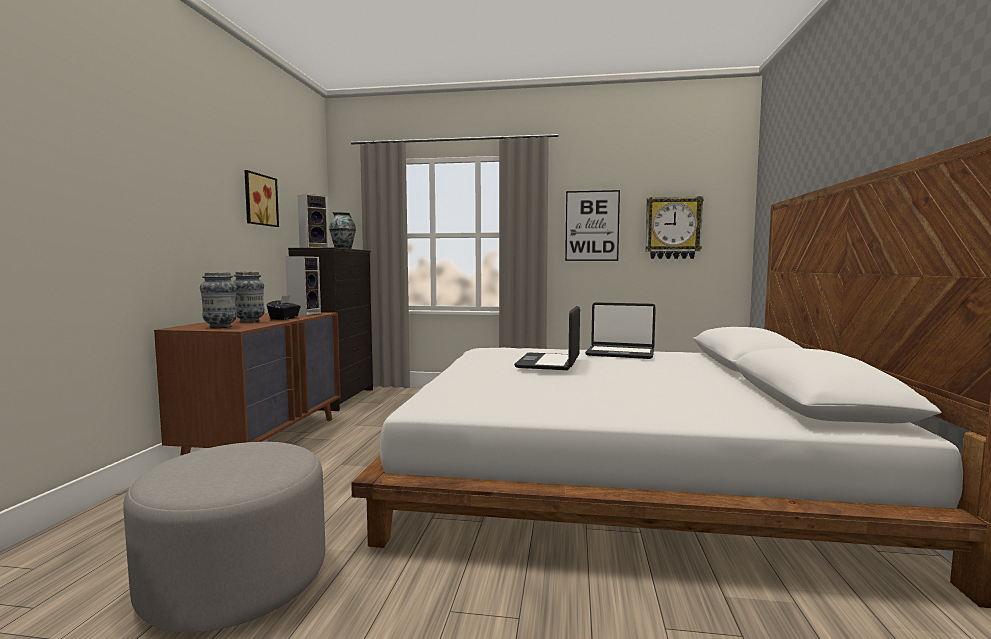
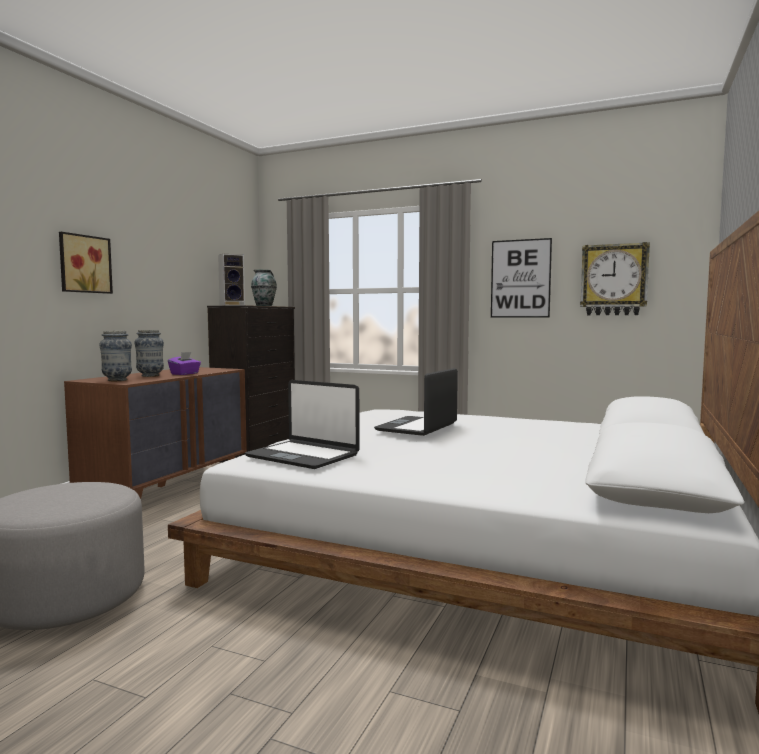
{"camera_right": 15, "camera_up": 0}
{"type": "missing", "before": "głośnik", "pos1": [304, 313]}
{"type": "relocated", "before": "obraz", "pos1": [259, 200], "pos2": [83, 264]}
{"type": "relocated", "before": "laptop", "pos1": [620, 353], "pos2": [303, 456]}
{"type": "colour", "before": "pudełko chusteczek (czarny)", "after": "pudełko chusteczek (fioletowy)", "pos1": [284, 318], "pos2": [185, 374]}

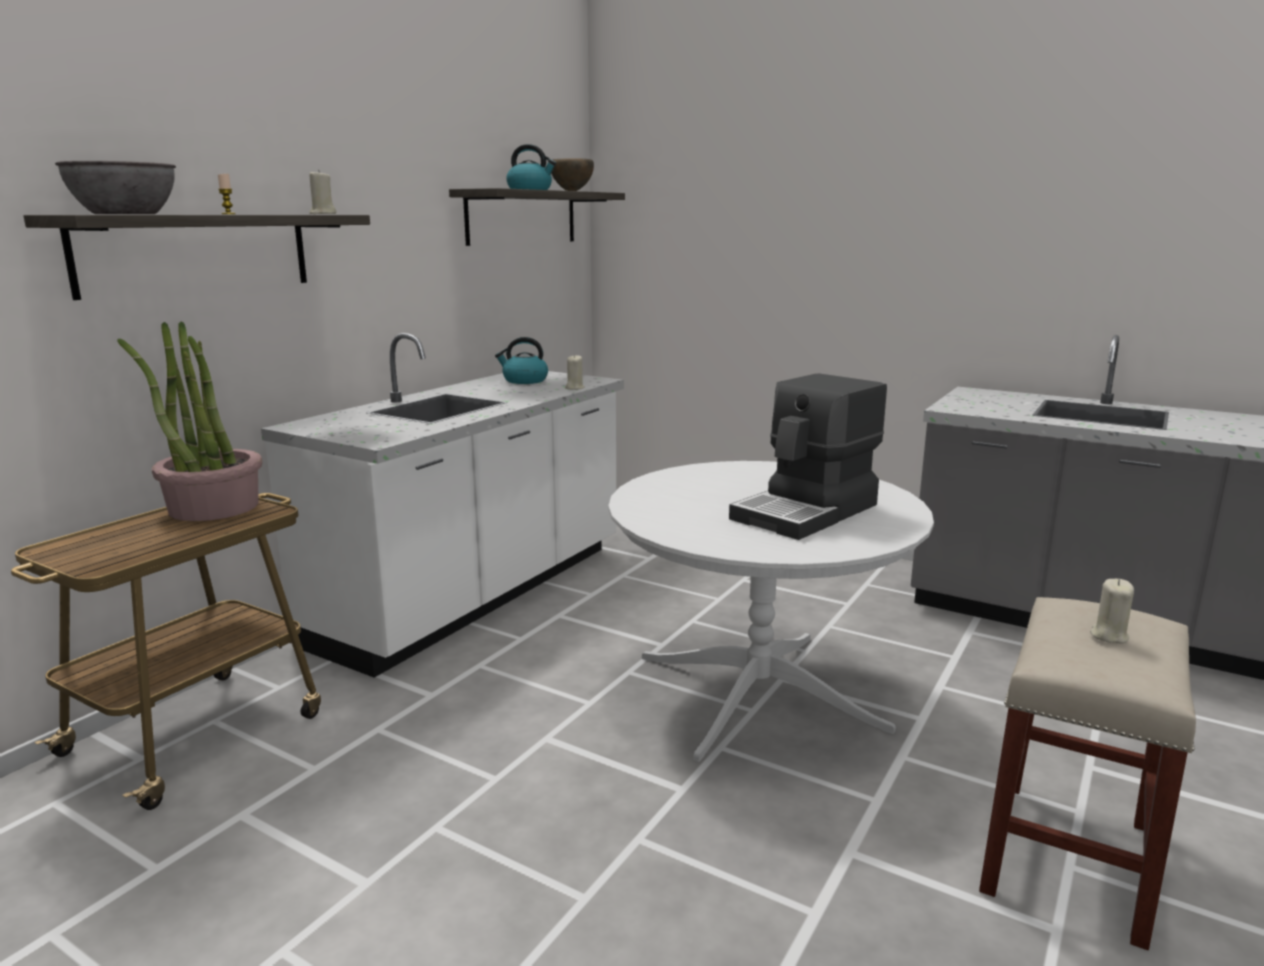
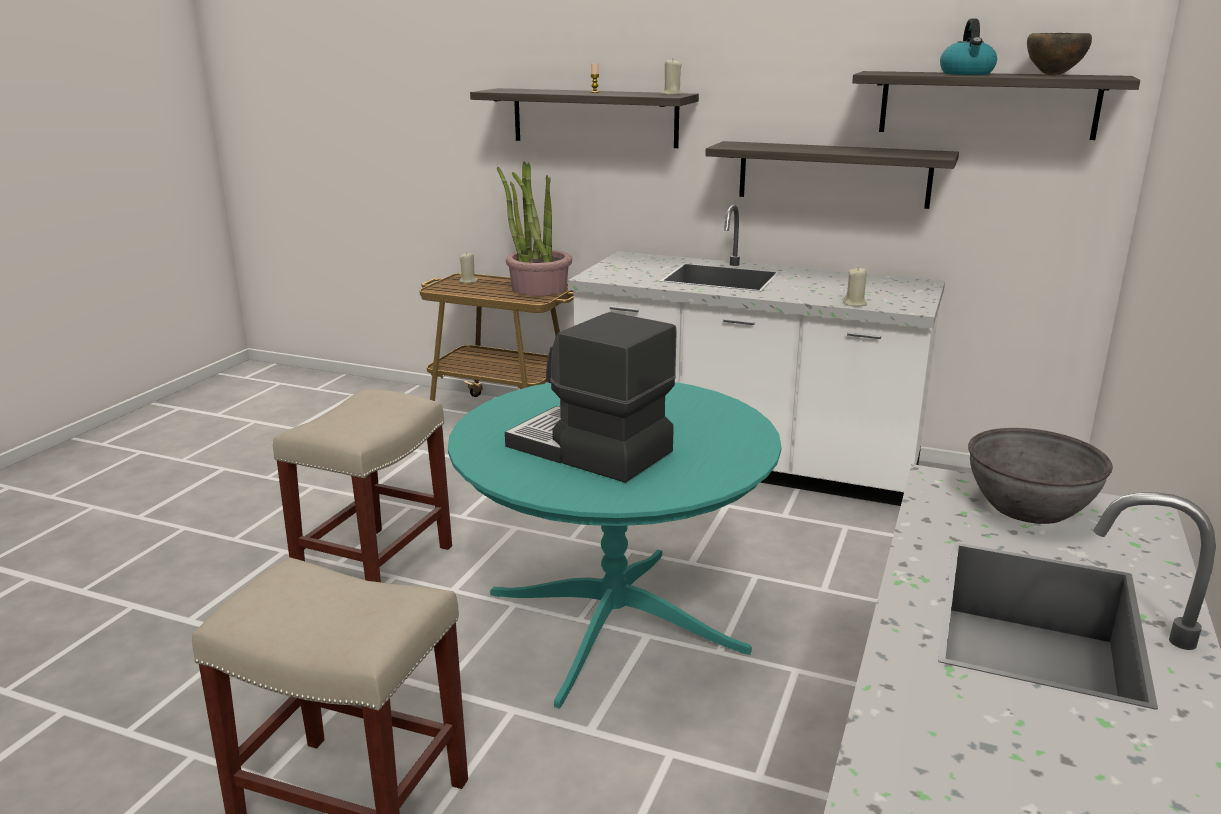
{"camera_right": 80, "camera_up": 5}
{"type": "missing", "before": "czajnik", "pos1": [524, 380]}
{"type": "appeared", "after": "stołek (beżowy)", "pos2": [377, 566]}
{"type": "appeared", "after": "półka", "pos2": [833, 174]}
{"type": "relocated", "before": "miska (szary)", "pos1": [125, 214], "pos2": [1028, 507]}
{"type": "relocated", "before": "świeca (beżowy)", "pos1": [1108, 635], "pos2": [468, 281]}
{"type": "colour", "before": "stół jadalny (biały)", "after": "stół jadalny (turkusowy)", "pos1": [757, 692], "pos2": [614, 621]}

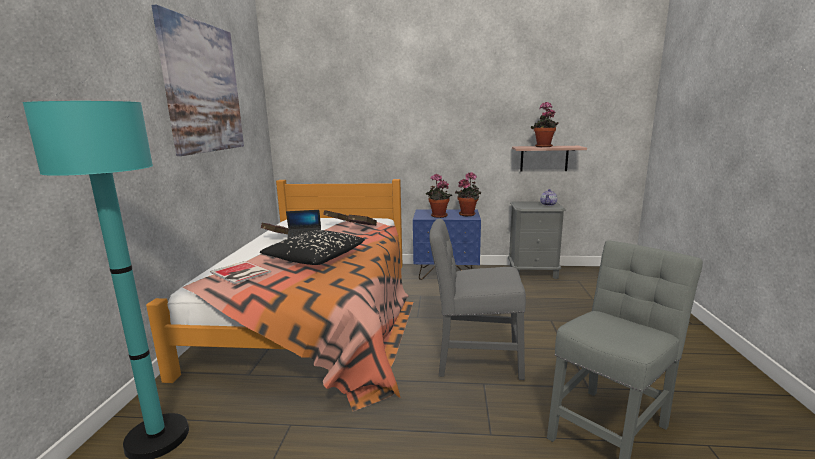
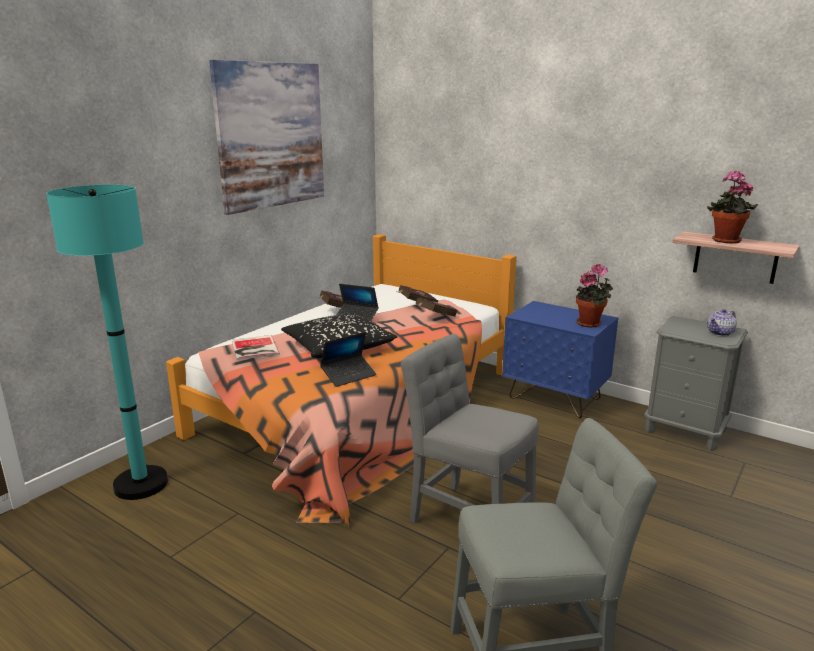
{"camera_right": 30, "camera_up": 5}
{"type": "missing", "before": "roślina doniczkowa", "pos1": [437, 216]}
{"type": "appeared", "after": "laptop", "pos2": [349, 375]}

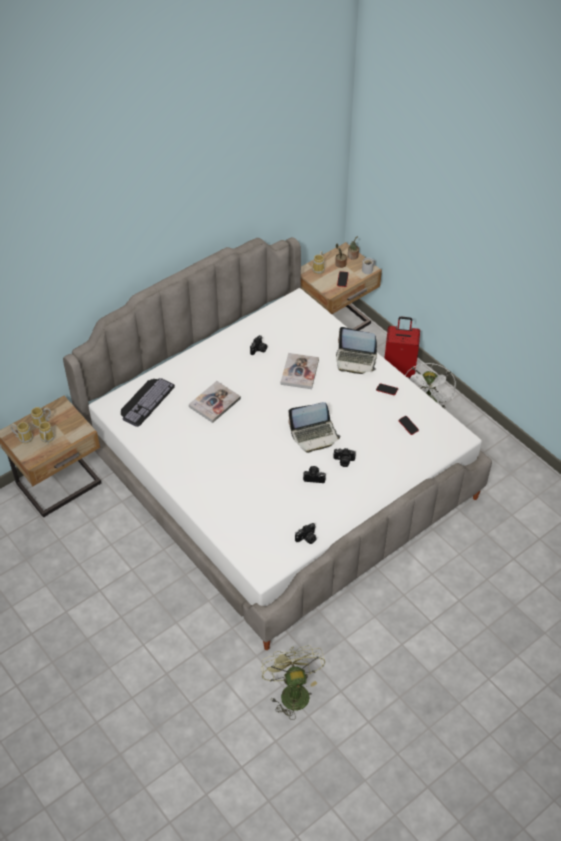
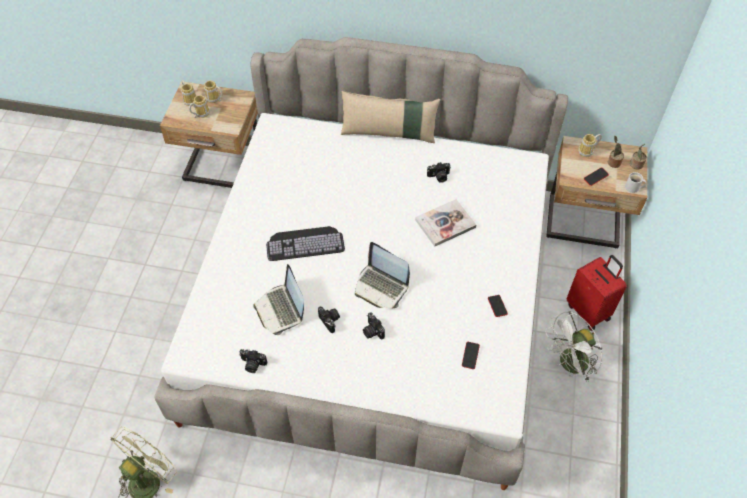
{"camera_right": 50, "camera_up": 5}
{"type": "missing", "before": "książka", "pos1": [214, 403]}
{"type": "appeared", "after": "poduszka (beżowy)", "pos2": [389, 133]}
{"type": "relocated", "before": "klawiatura", "pos1": [145, 400], "pos2": [305, 242]}
{"type": "relocated", "before": "laptop", "pos1": [356, 360], "pos2": [281, 310]}

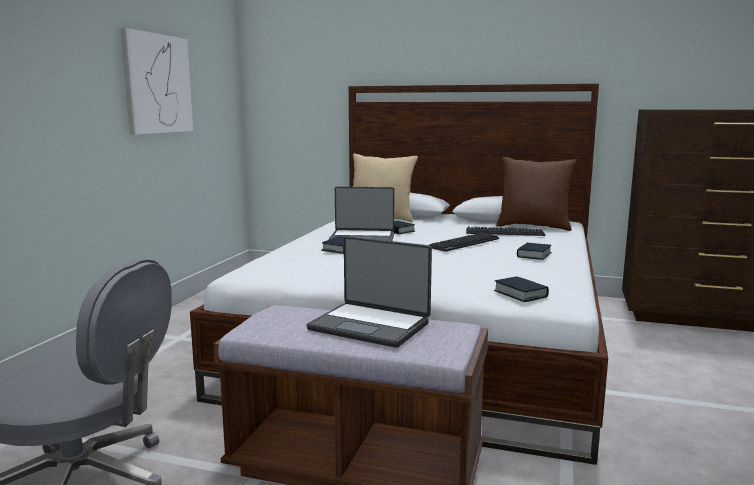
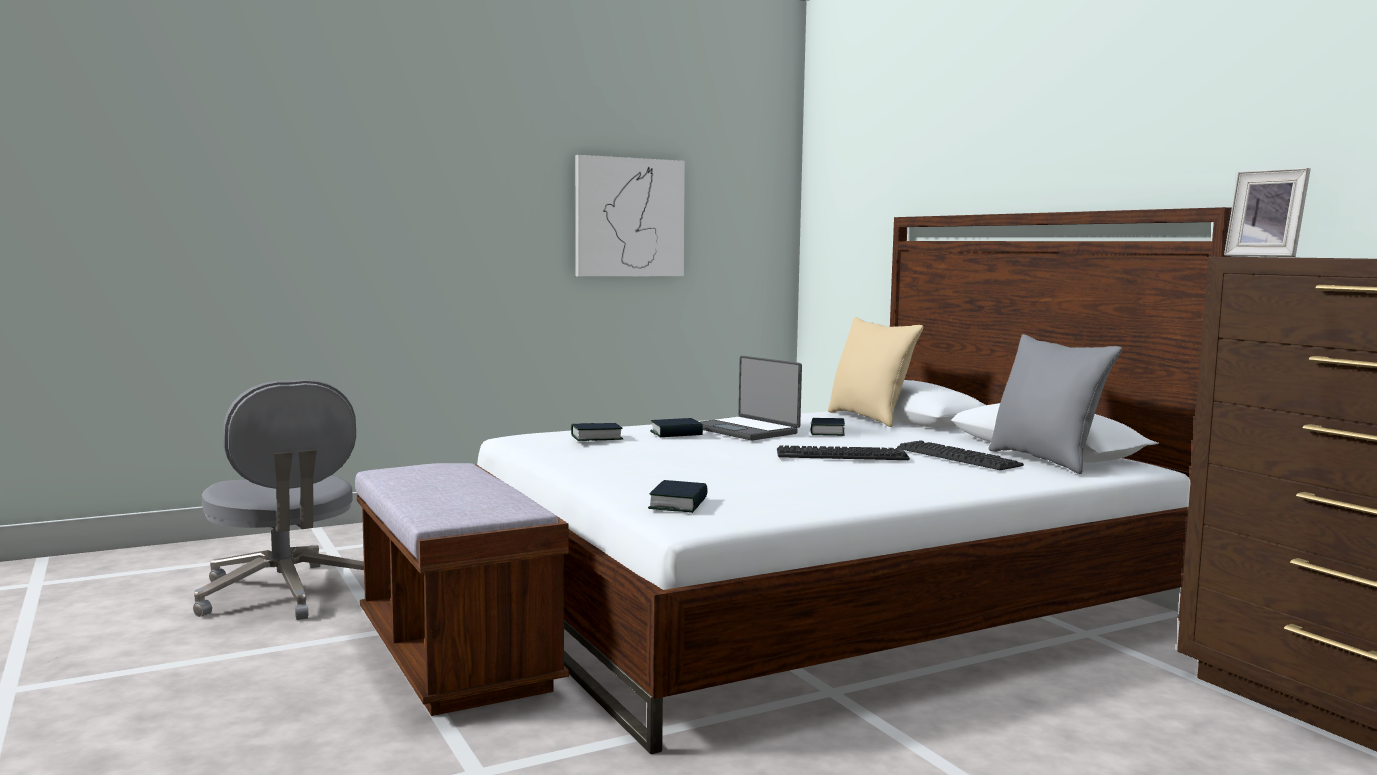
{"camera_right": 45, "camera_up": -5}
{"type": "missing", "before": "laptop", "pos1": [370, 325]}
{"type": "appeared", "after": "ramka na zdjęcie", "pos2": [1266, 256]}
{"type": "relocated", "before": "książka", "pos1": [533, 255], "pos2": [596, 437]}
{"type": "colour", "before": "poduszka (brązowy)", "after": "poduszka (szary)", "pos1": [533, 227], "pos2": [1046, 460]}

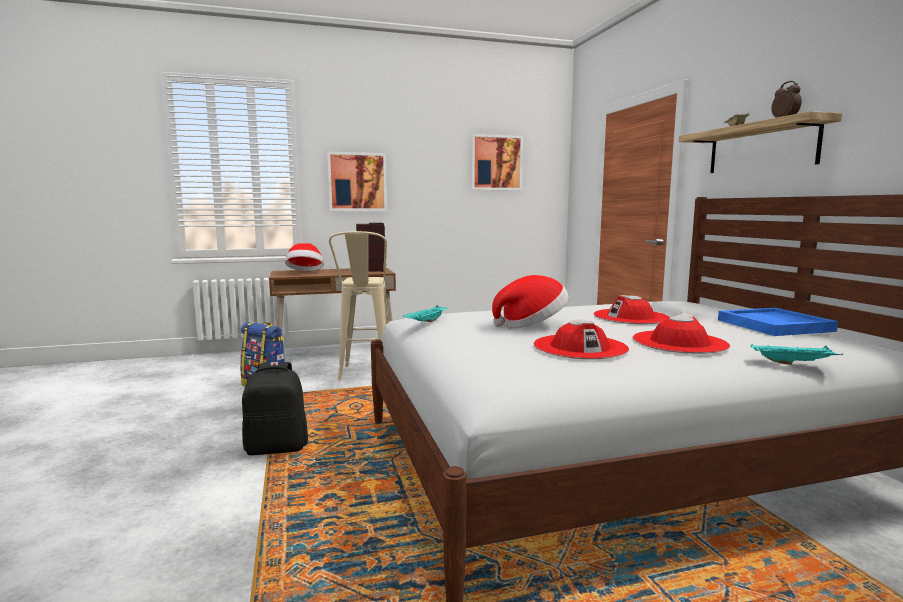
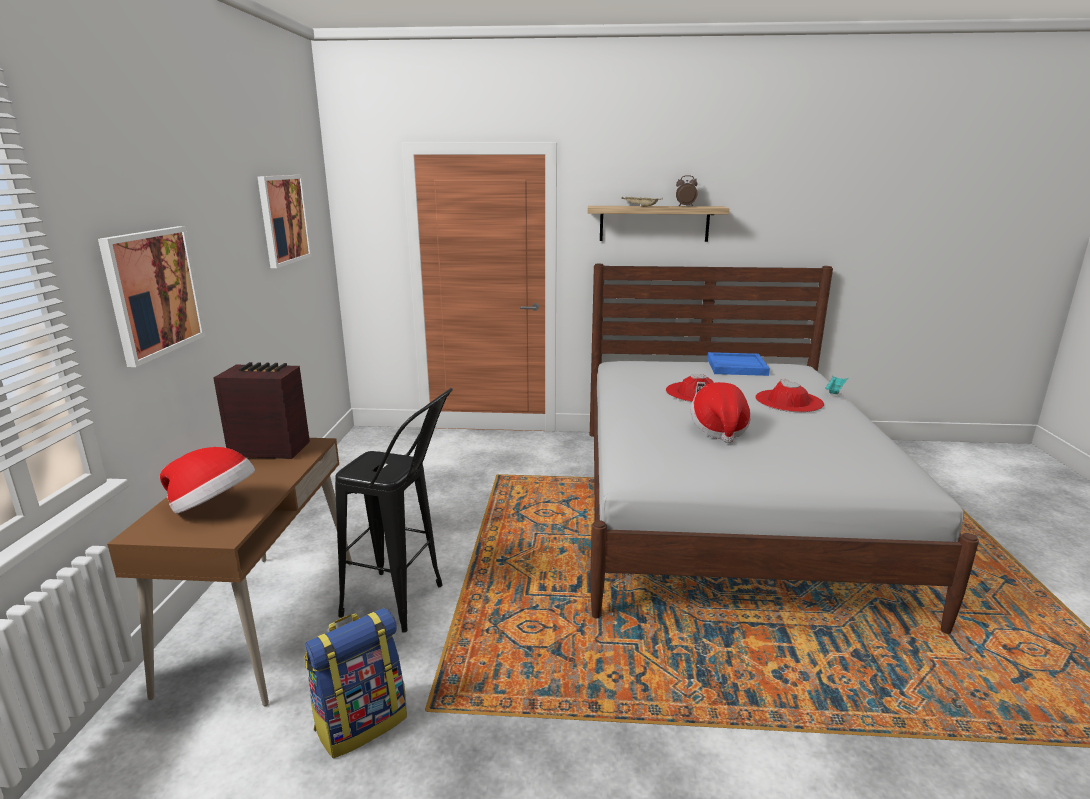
{"camera_right": -70, "camera_up": 10}
{"type": "missing", "before": "plecak (czarny)", "pos1": [277, 448]}
{"type": "missing", "before": "taca (turkusowy)", "pos1": [426, 322]}
{"type": "missing", "before": "kapelusz (czerwony)", "pos1": [580, 347]}
{"type": "colour", "before": "stołek (beżowy)", "after": "stołek (czarny)", "pos1": [365, 376], "pos2": [406, 604]}

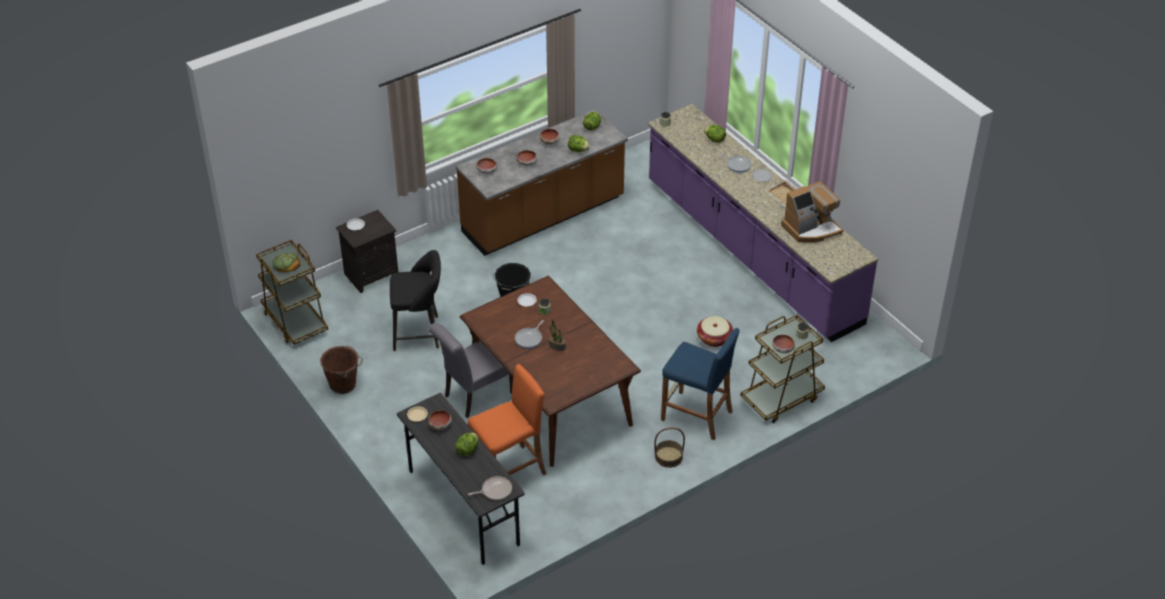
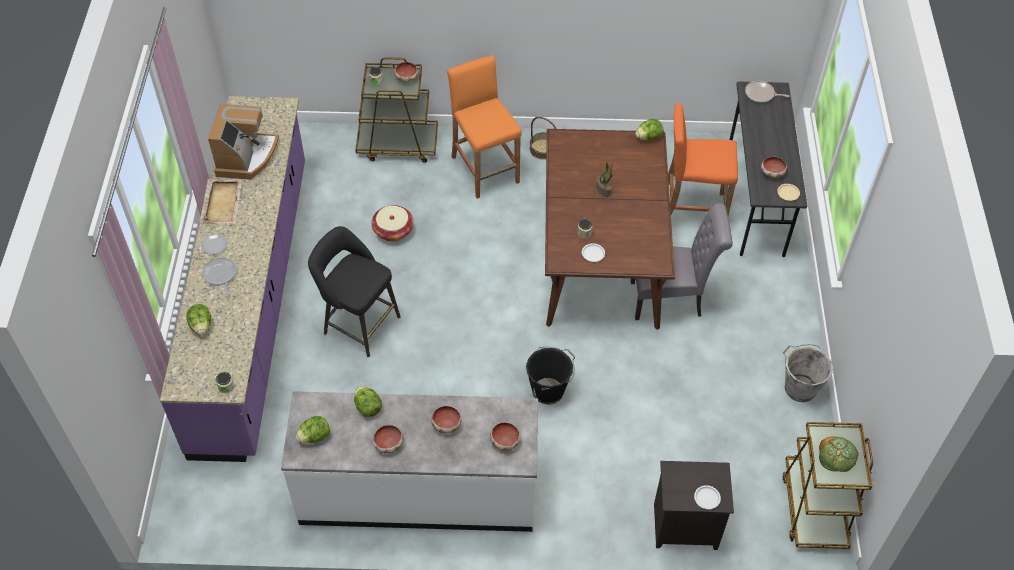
{"camera_right": -145, "camera_up": 10}
{"type": "missing", "before": "patelnia", "pos1": [529, 338]}
{"type": "relocated", "before": "stołek (czarny)", "pos1": [419, 333], "pos2": [358, 323]}
{"type": "relocated", "before": "sałata", "pos1": [467, 450], "pos2": [648, 137]}
{"type": "colour", "before": "wiadro (brązowy)", "after": "wiadro (szary)", "pos1": [344, 384], "pos2": [799, 388]}
{"type": "colour", "before": "zabudowa kuchenna (brązowy)", "after": "zabudowa kuchenna (biały)", "pos1": [543, 217], "pos2": [418, 491]}
{"type": "colour", "before": "stołek (niebieski)", "after": "stołek (pomarańczowy)", "pos1": [696, 415], "pos2": [485, 169]}
{"type": "spun", "before": "ekspres do kawy", "pos1": [811, 229], "pos2": [246, 157], "turn": 90}

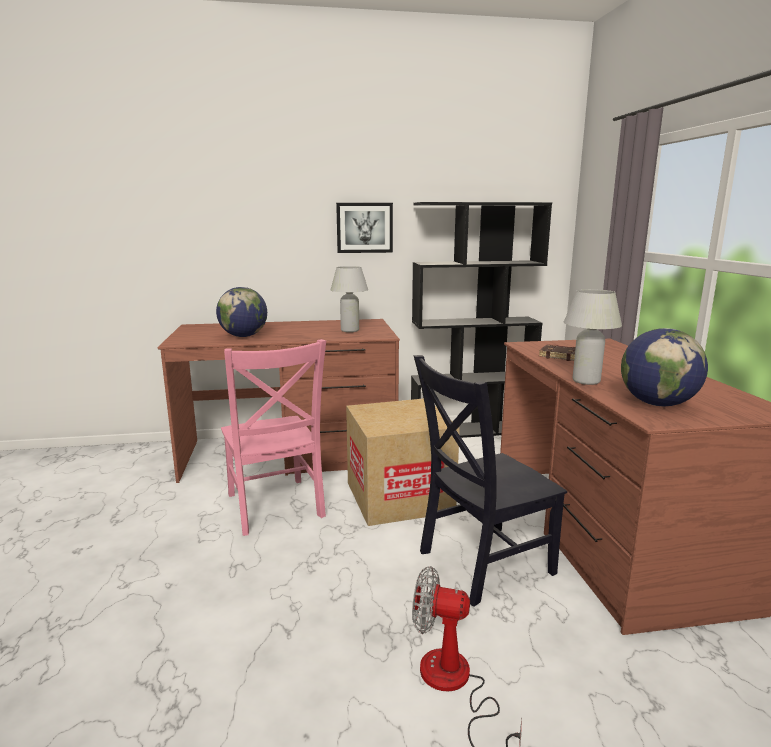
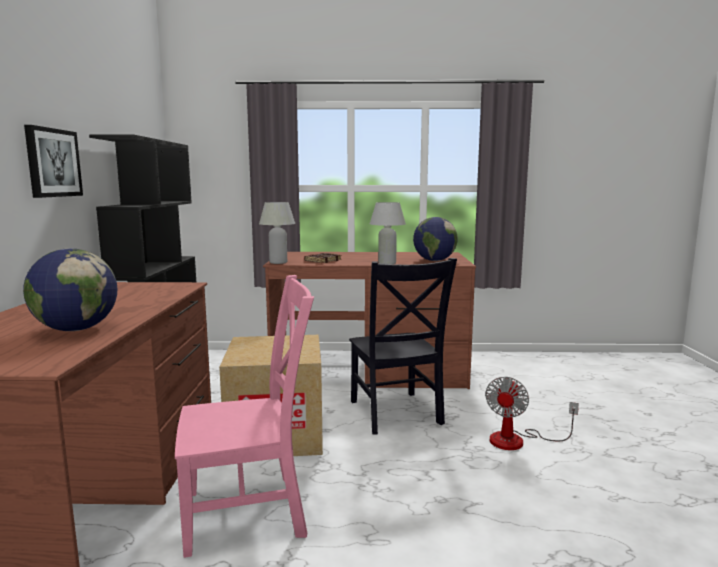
{"camera_right": -80, "camera_up": -5}
{"type": "relocated", "before": "lampa stołowa (biały)", "pos1": [350, 330], "pos2": [278, 262]}

